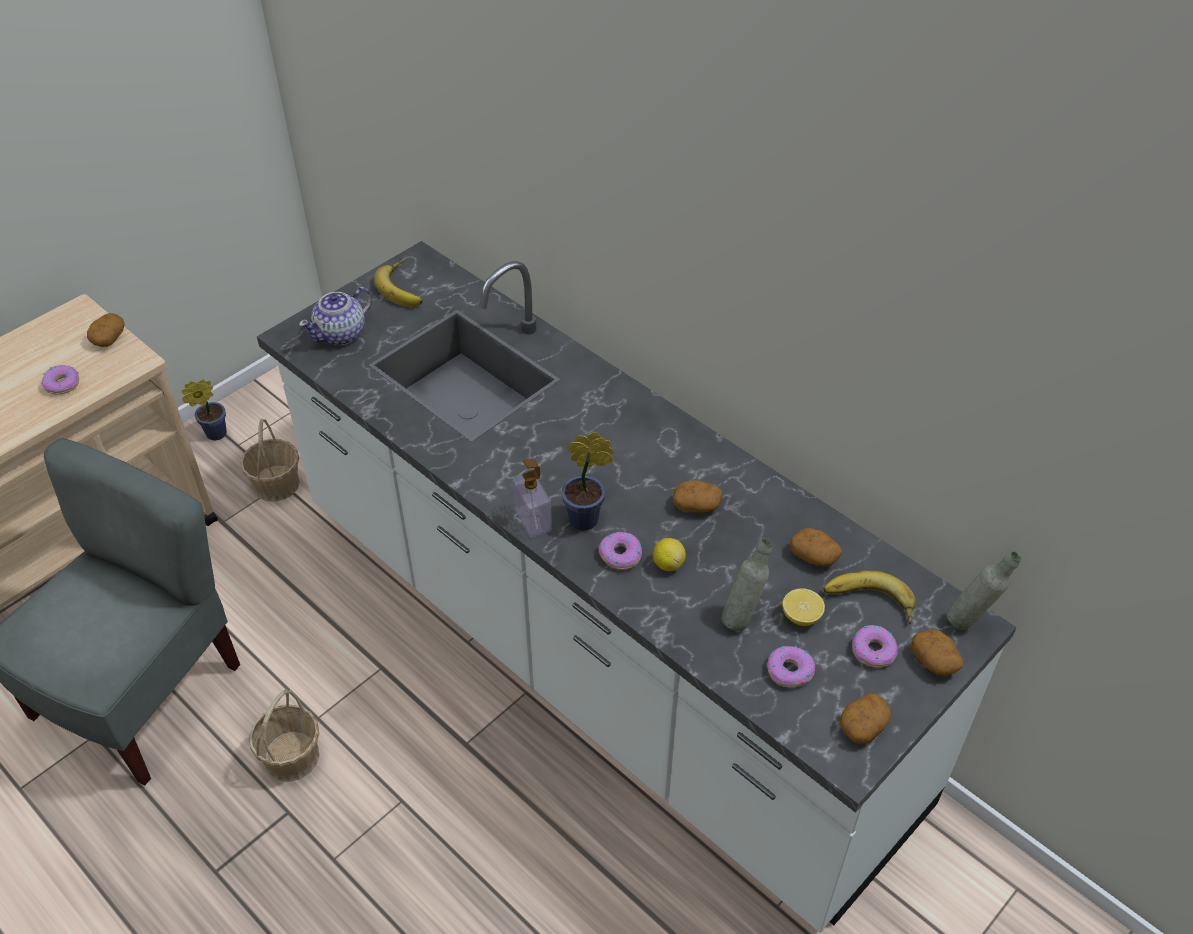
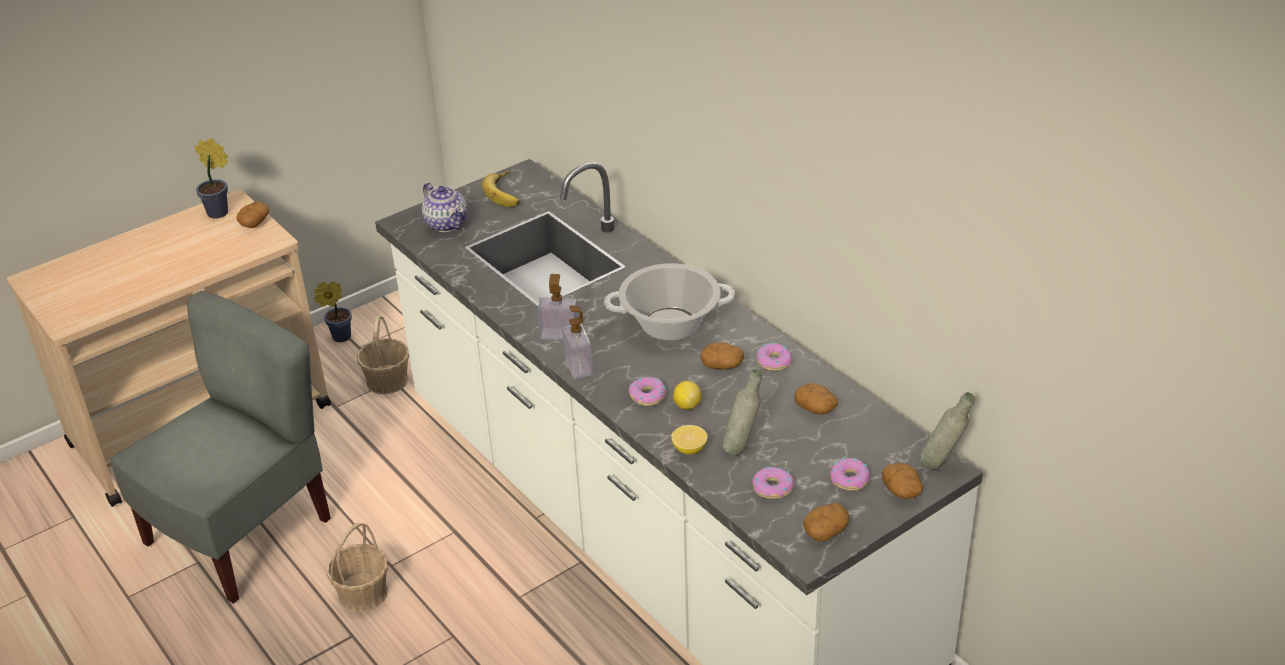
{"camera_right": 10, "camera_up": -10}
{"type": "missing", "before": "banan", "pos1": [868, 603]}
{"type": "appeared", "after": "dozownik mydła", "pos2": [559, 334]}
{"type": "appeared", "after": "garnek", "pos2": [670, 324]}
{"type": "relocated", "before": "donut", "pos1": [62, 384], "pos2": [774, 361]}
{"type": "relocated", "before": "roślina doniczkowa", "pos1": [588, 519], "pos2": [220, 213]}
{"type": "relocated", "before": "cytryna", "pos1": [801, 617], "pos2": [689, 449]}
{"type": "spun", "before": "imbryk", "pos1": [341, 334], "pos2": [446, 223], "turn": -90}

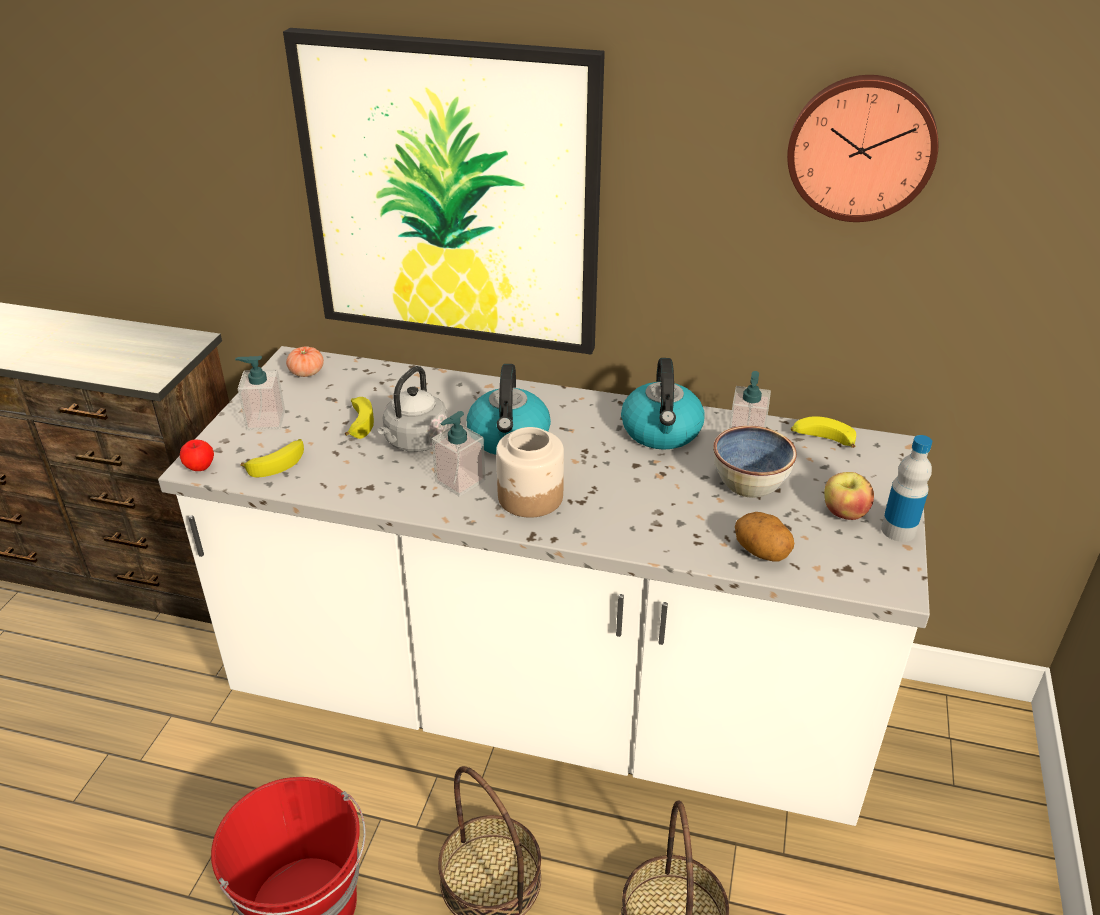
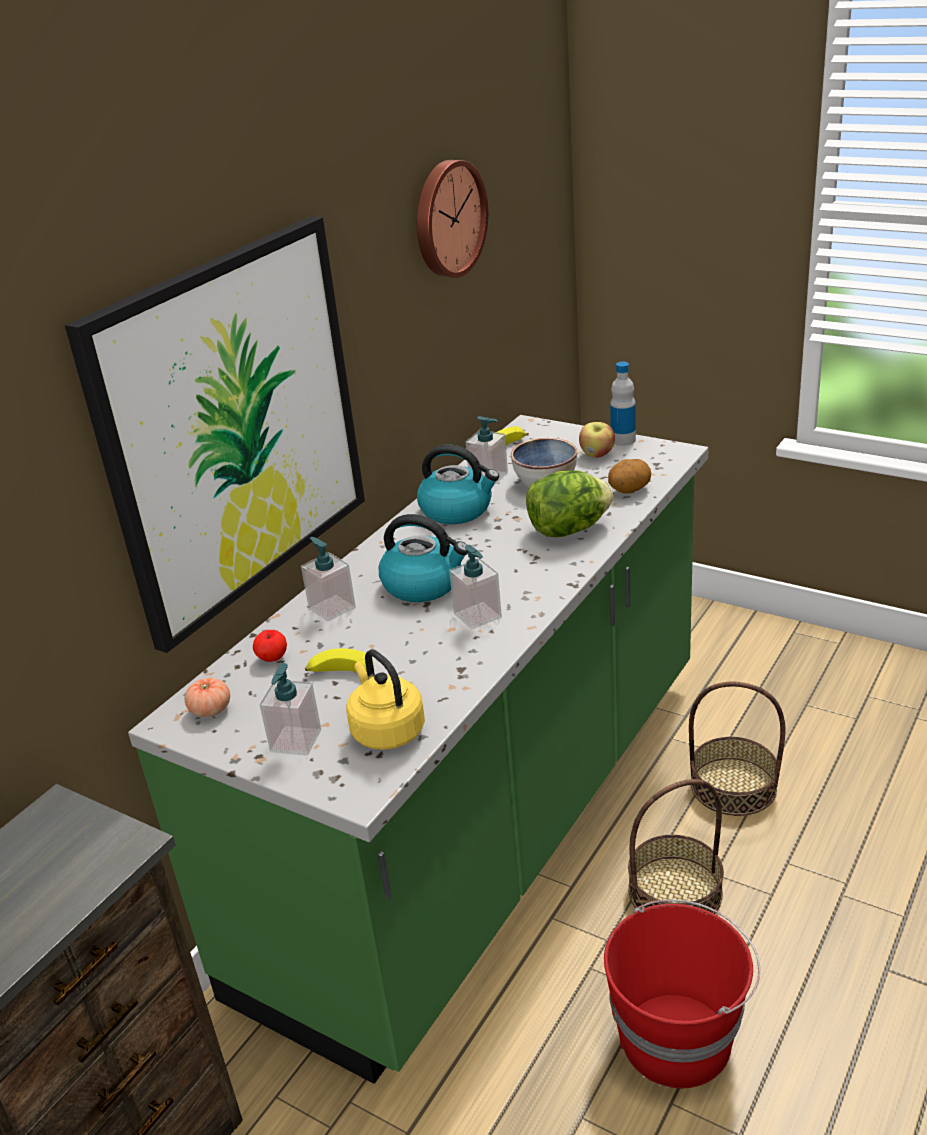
{"camera_right": -70, "camera_up": -5}
{"type": "missing", "before": "czajnik (szary)", "pos1": [415, 442]}
{"type": "missing", "before": "słoik", "pos1": [530, 497]}
{"type": "appeared", "after": "dozownik mydła", "pos2": [332, 608]}
{"type": "appeared", "after": "sałata", "pos2": [568, 530]}
{"type": "relocated", "before": "jabłko", "pos1": [199, 467], "pos2": [272, 658]}
{"type": "exchanged", "before": "banan", "after": "czajnik (żółty)", "pos1": [278, 462], "pos2": [386, 730]}
{"type": "colour", "before": "zabudowa kuchenna (biały)", "after": "zabudowa kuchenna (zielony)", "pos1": [549, 700], "pos2": [489, 822]}

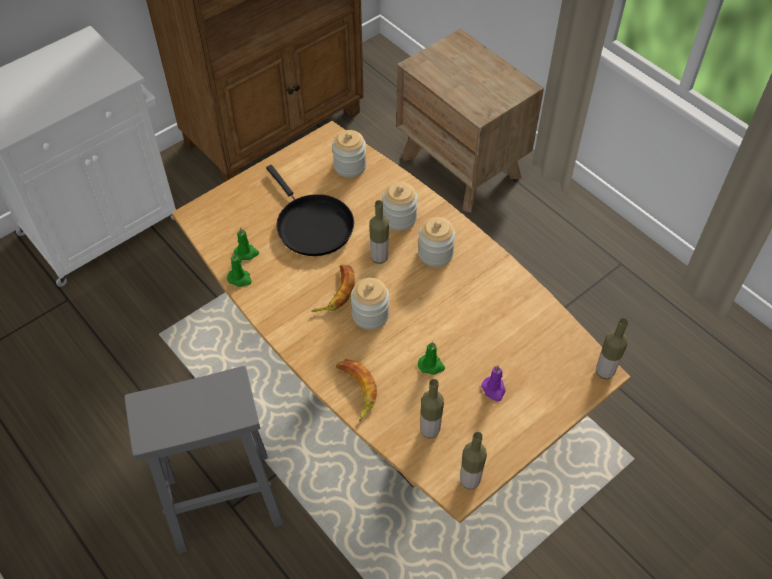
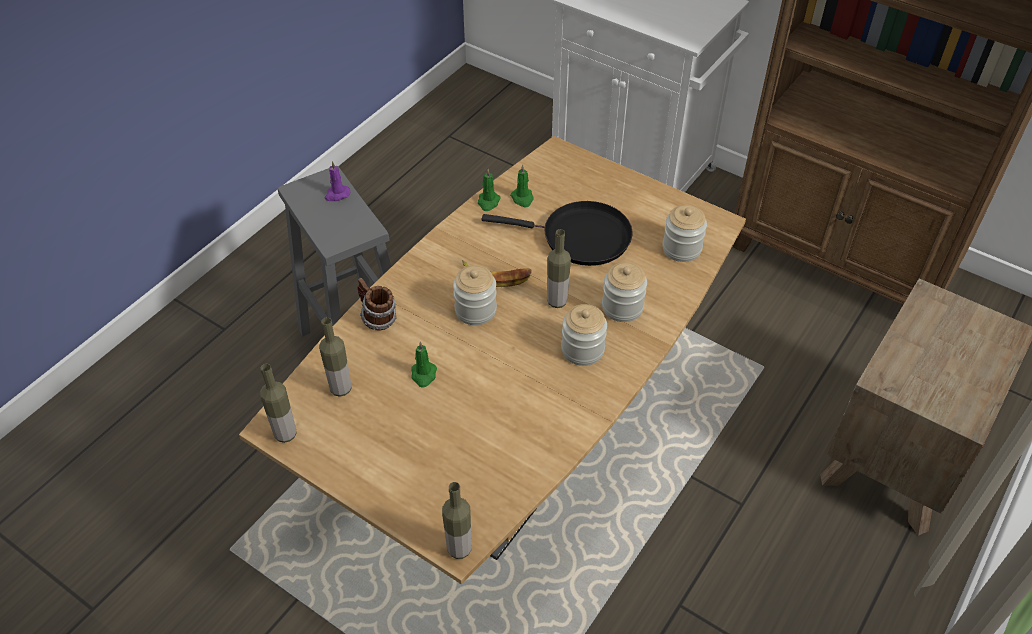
{"camera_right": 75, "camera_up": -5}
{"type": "relocated", "before": "świeca (fioletowy)", "pos1": [494, 389], "pos2": [337, 194]}
{"type": "exchanged", "before": "banan", "after": "kubek", "pos1": [355, 390], "pos2": [377, 318]}
{"type": "spun", "before": "patelnia (czarny)", "pos1": [312, 225], "pos2": [580, 237], "turn": -120}

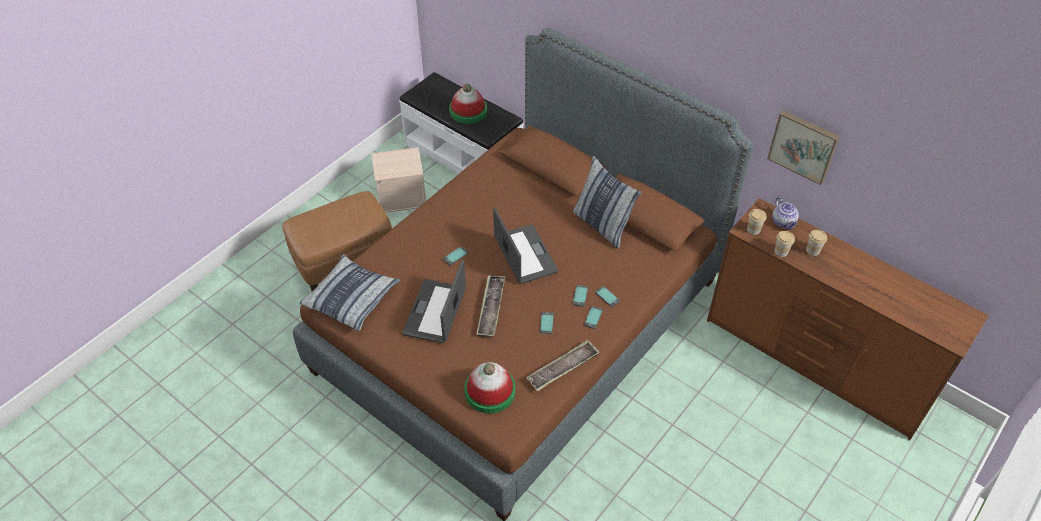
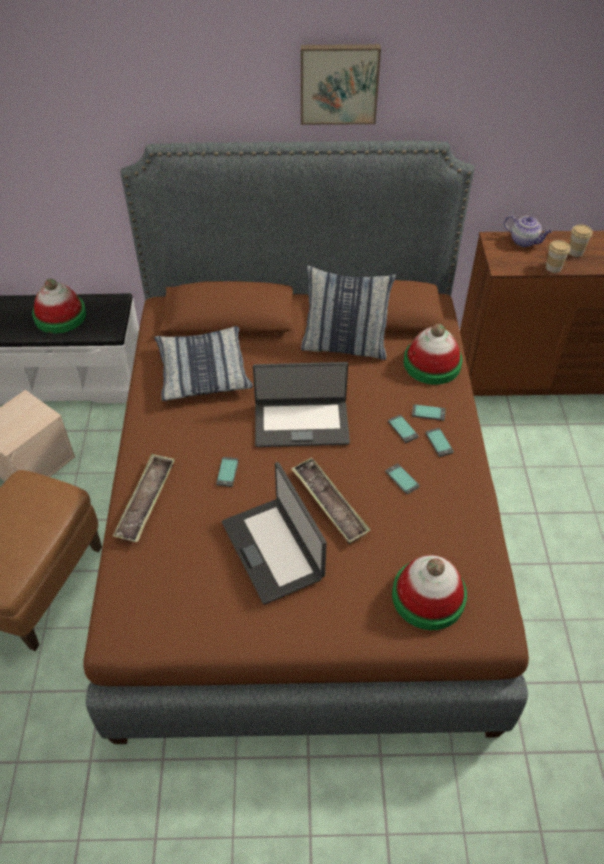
{"camera_right": -40, "camera_up": 0}
{"type": "missing", "before": "filiżanka", "pos1": [753, 229]}
{"type": "appeared", "after": "kapelusz", "pos2": [432, 363]}
{"type": "relocated", "before": "poduszka", "pos1": [351, 298], "pos2": [203, 371]}
{"type": "relocated", "before": "taca", "pos1": [563, 368], "pos2": [146, 501]}
{"type": "relocated", "before": "obraz", "pos1": [804, 146], "pos2": [339, 83]}
{"type": "spun", "before": "laptop", "pos1": [524, 255], "pos2": [301, 423], "turn": 150}

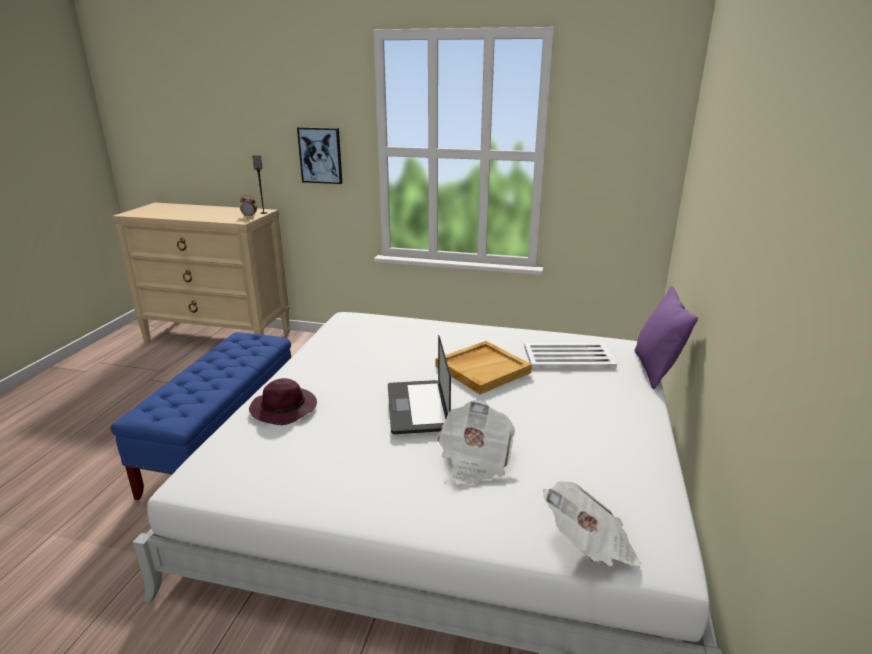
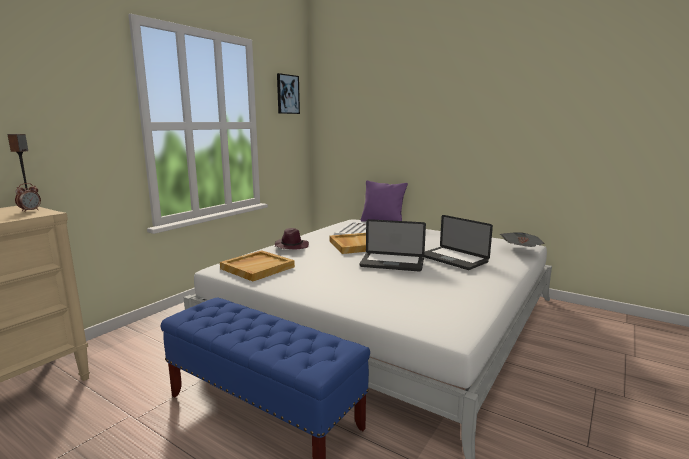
{"camera_right": -70, "camera_up": -10}
{"type": "appeared", "after": "taca (beżowy)", "pos2": [257, 267]}
{"type": "relocated", "before": "kapelusz (fioletowy)", "pos1": [285, 409], "pos2": [291, 246]}
{"type": "relocated", "before": "obraz", "pos1": [320, 155], "pos2": [287, 94]}
{"type": "exchanged", "before": "gazeta", "after": "laptop", "pos1": [474, 460], "pos2": [453, 259]}

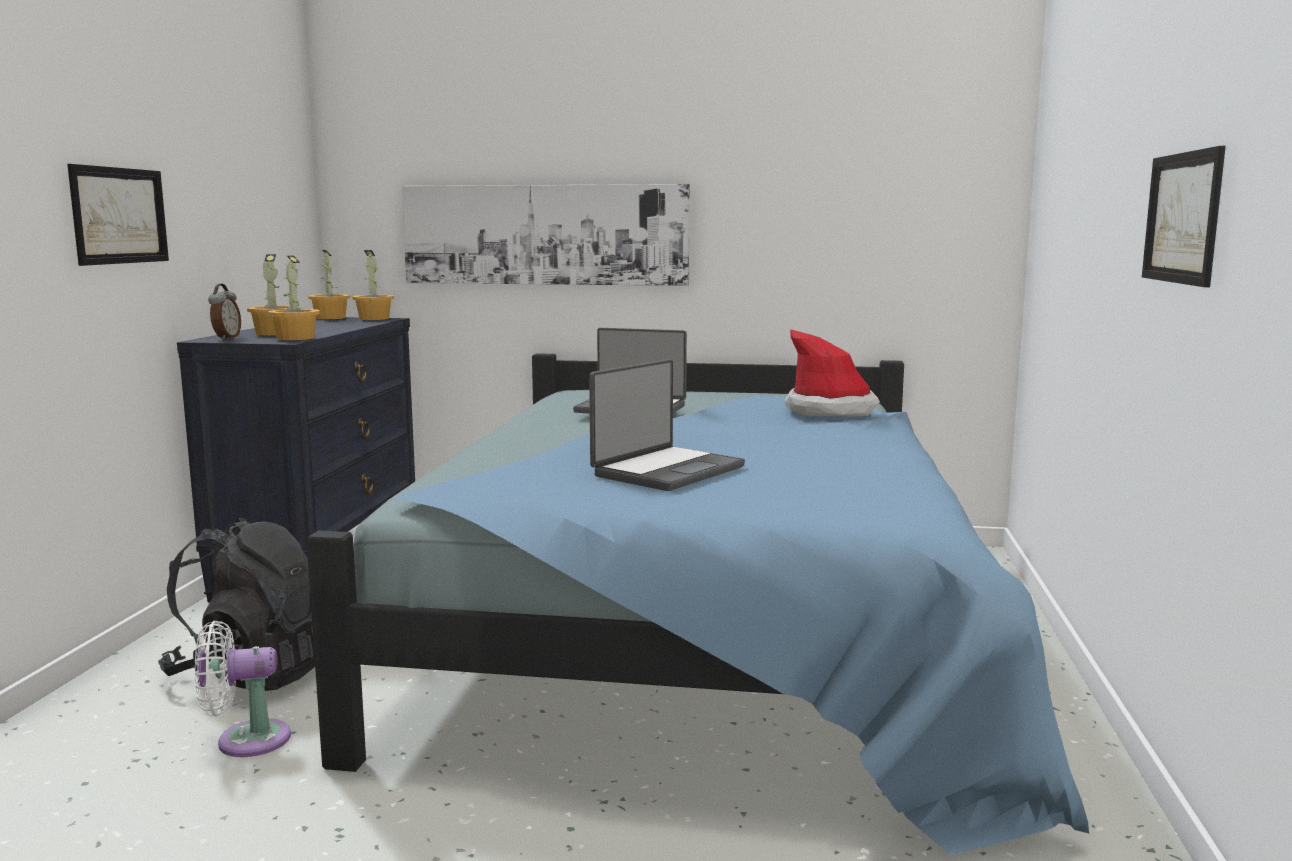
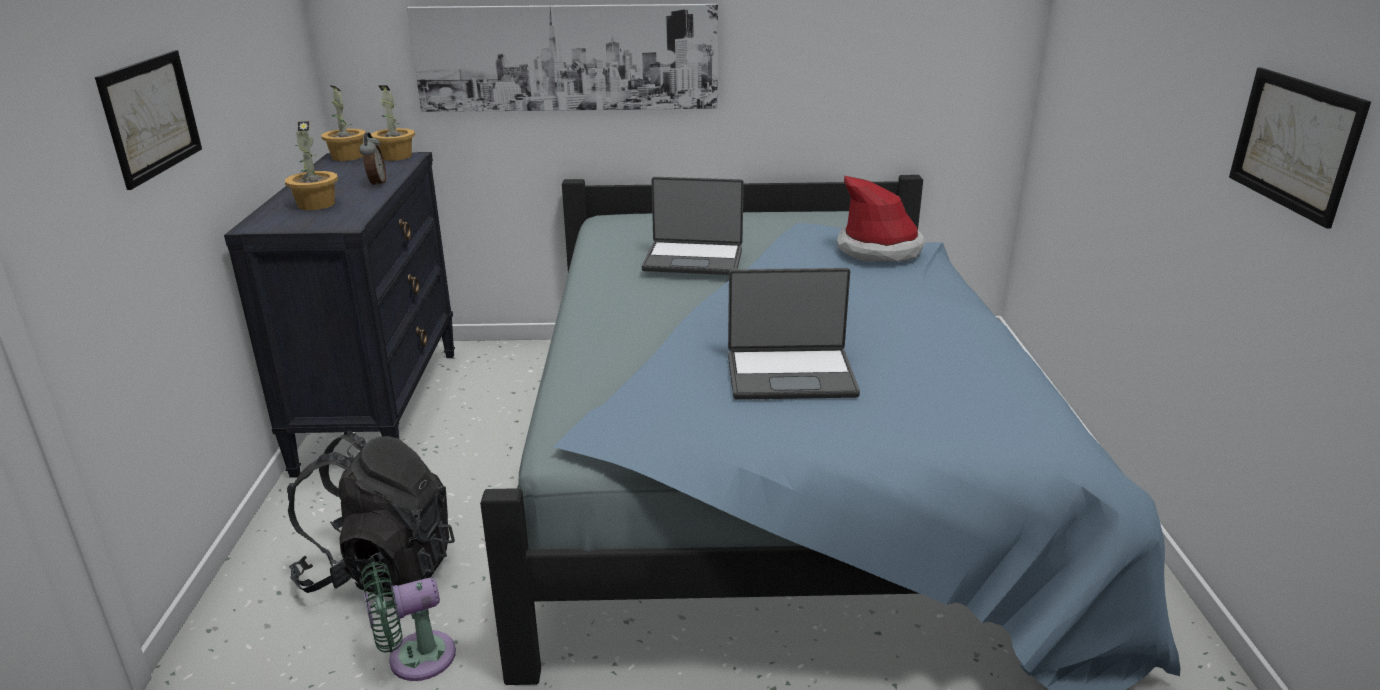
{"camera_right": -10, "camera_up": 15}
{"type": "missing", "before": "roślina doniczkowa", "pos1": [295, 338]}
{"type": "relocated", "before": "budzik", "pos1": [226, 338], "pos2": [376, 183]}
{"type": "colour", "before": "wentylator (biały)", "after": "wentylator (zielony)", "pos1": [245, 740], "pos2": [414, 658]}
{"type": "spun", "before": "laptop", "pos1": [666, 471], "pos2": [790, 375], "turn": 60}

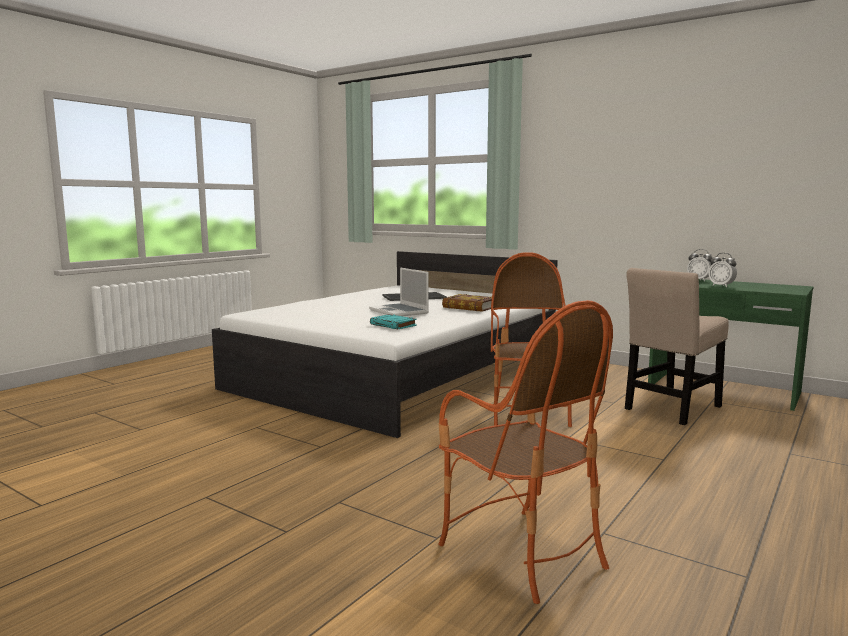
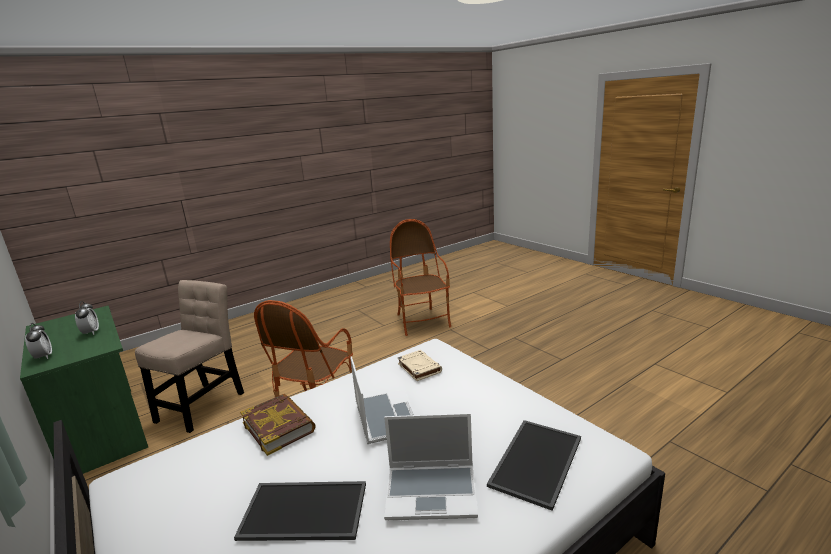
{"camera_right": -160, "camera_up": 10}
{"type": "appeared", "after": "laptop", "pos2": [432, 492]}
{"type": "appeared", "after": "taca", "pos2": [535, 460]}
{"type": "colour", "before": "książka (turkusowy)", "after": "książka (beżowy)", "pos1": [393, 325], "pos2": [419, 368]}
{"type": "spun", "before": "krzesło (beżowy)", "pos1": [671, 409], "pos2": [203, 404], "turn": -45}

